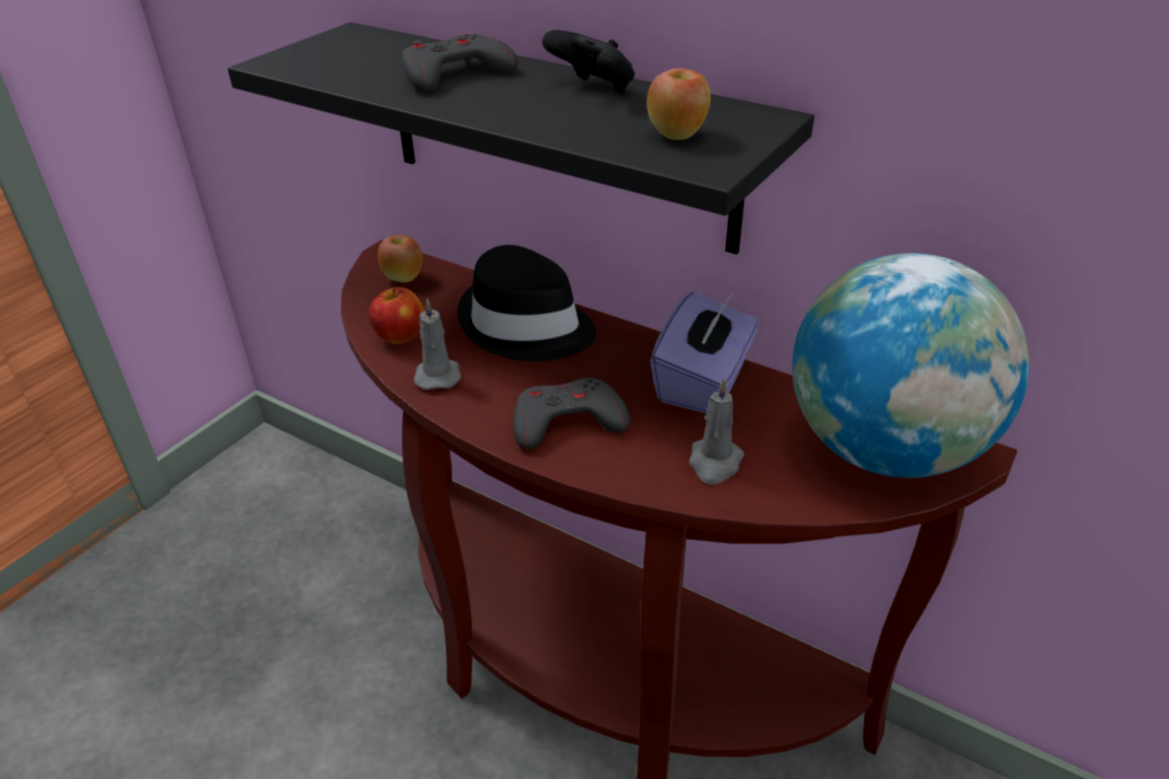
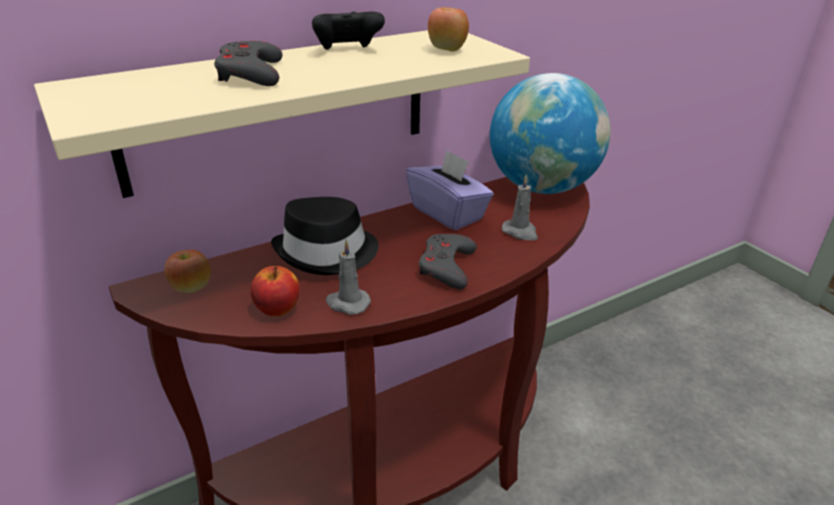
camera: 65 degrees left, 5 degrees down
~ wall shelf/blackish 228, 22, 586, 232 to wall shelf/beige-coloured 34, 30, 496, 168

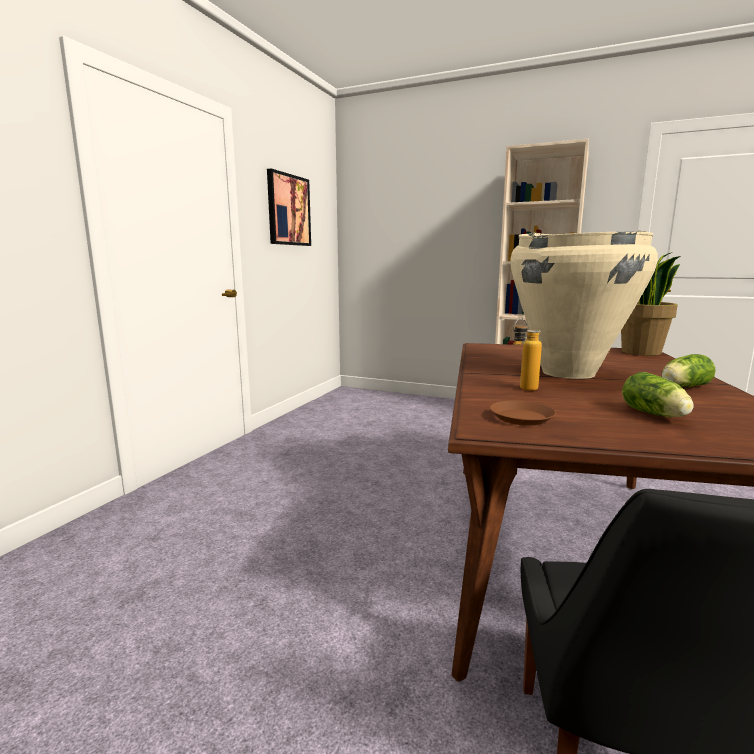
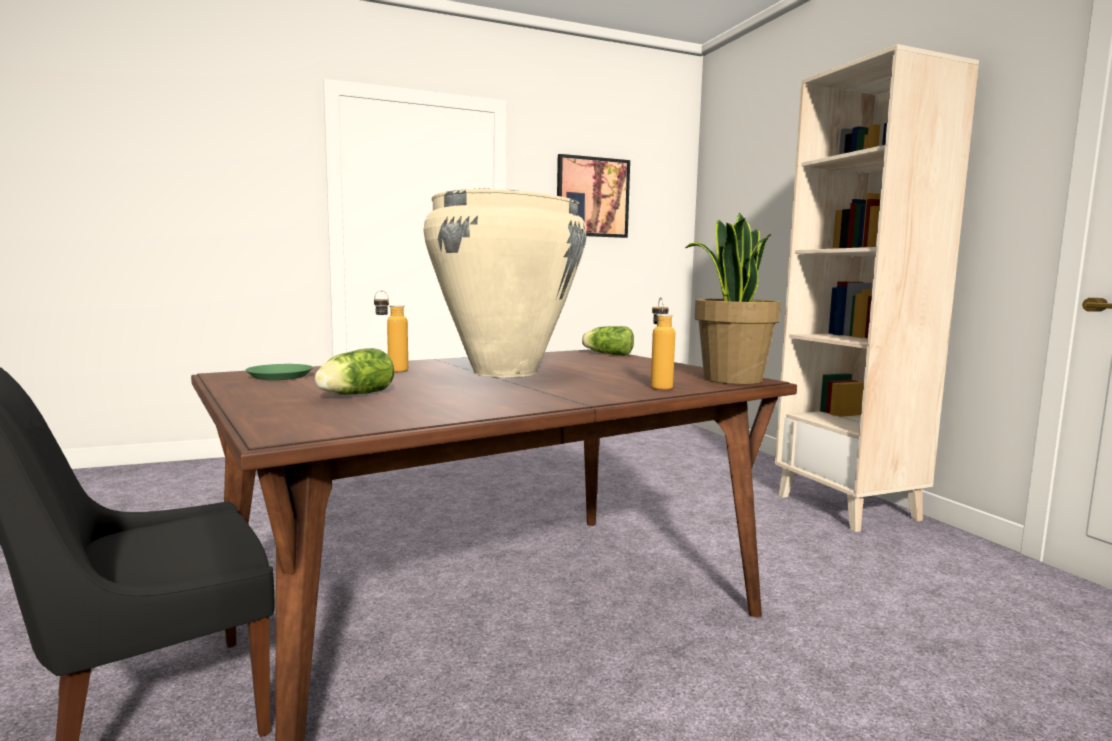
camera: 45 degrees right, 5 degrees down
~ lettuce 662, 354, 54, 33 to 582, 326, 52, 30
~ plate/brownish 490, 401, 66, 24 to plate/green-coloured 245, 364, 68, 16
+ drink bottle 651, 297, 24, 93

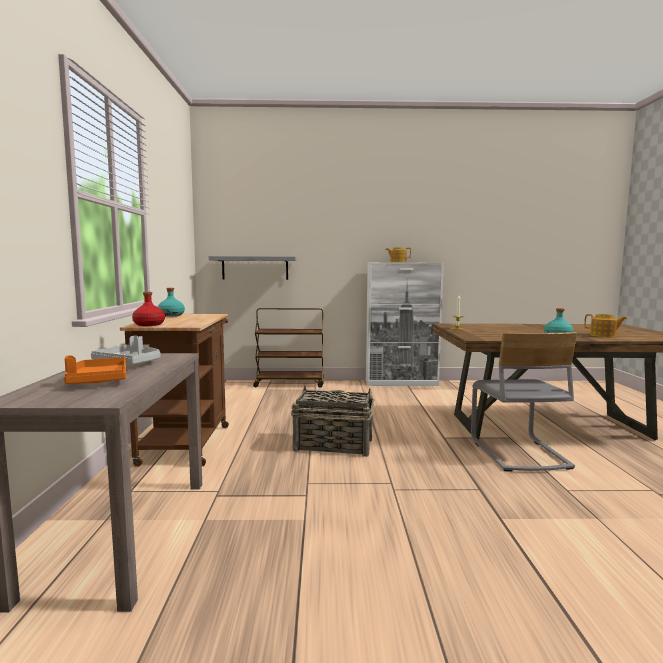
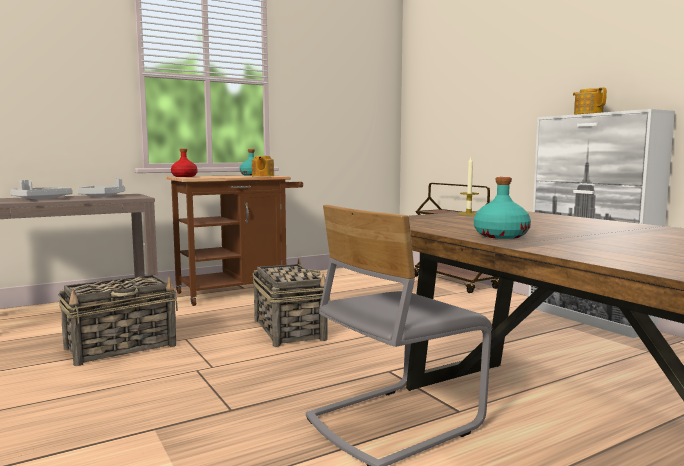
camera: 60 degrees right, 0 degrees up
- wall shelf/grey 209, 256, 88, 24
~ tea pot 584, 314, 43, 24 to 252, 156, 22, 21
~ serving tray/orangey 64, 355, 62, 29 to serving tray/grey 10, 180, 63, 19
+ household basket 58, 275, 120, 91

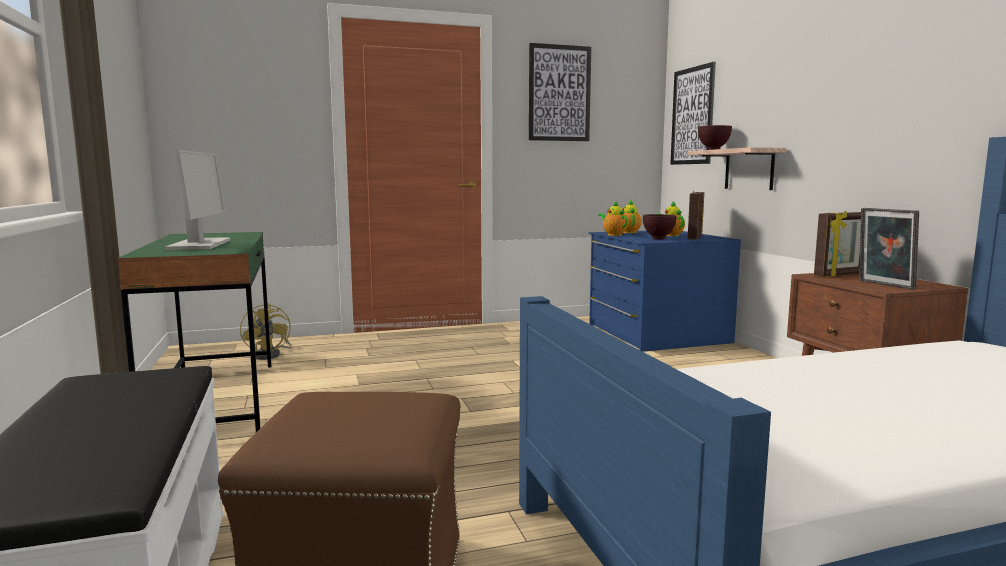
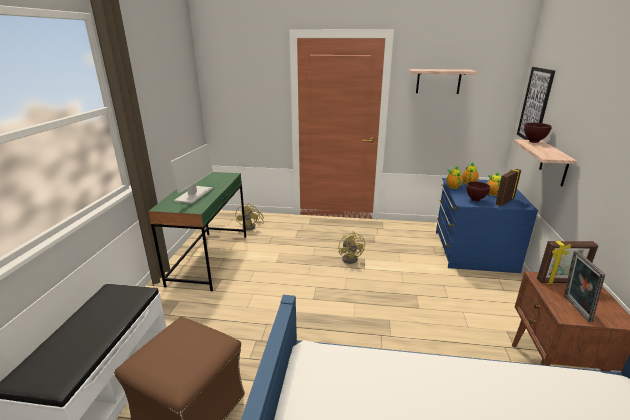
camera: 25 degrees right, 15 degrees up
~ wall art 529, 43, 62, 98 to wall shelf 409, 69, 68, 25
+ electric fan/yellow 338, 232, 27, 32

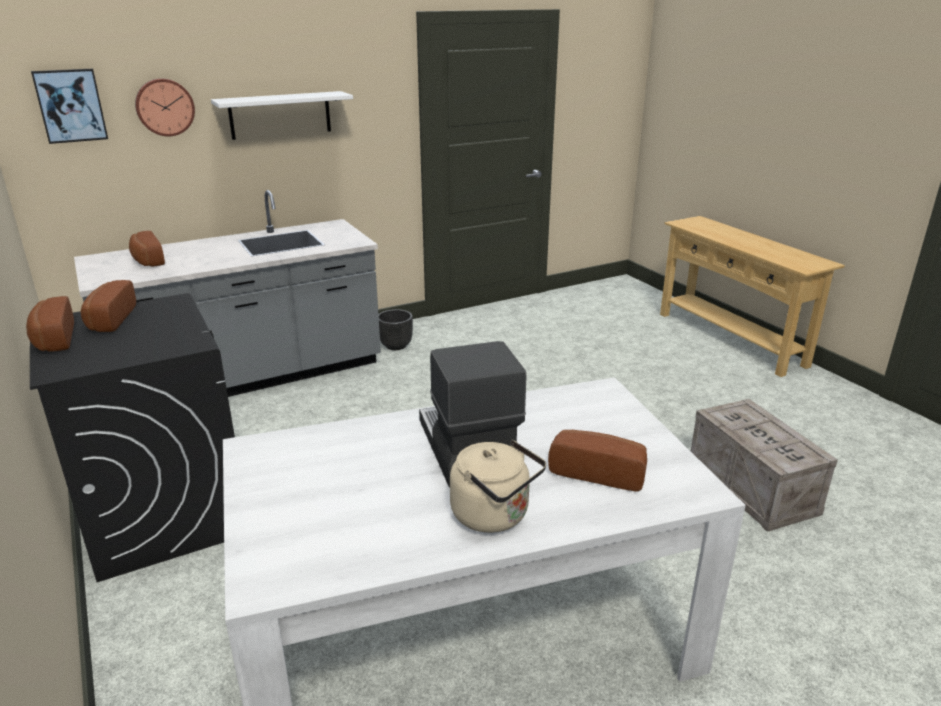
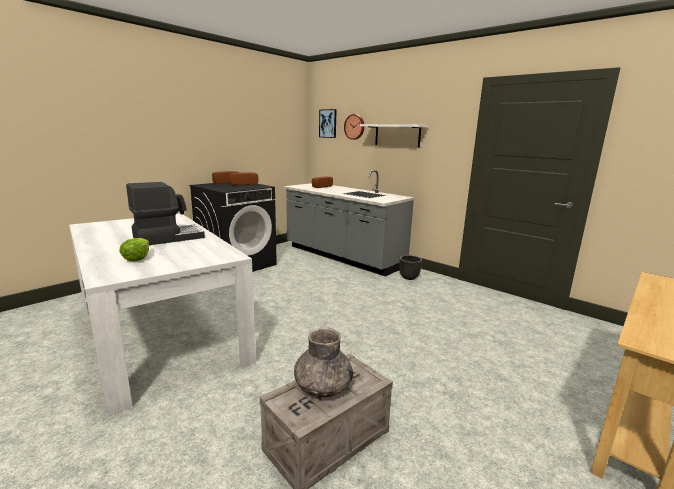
camera: 70 degrees right, 10 degrees down
~ bakery bread 548, 430, 99, 62 to lettuce 119, 238, 30, 23
- water kettle/beige-coloured 450, 440, 96, 93
+ vase/grey 294, 327, 59, 70

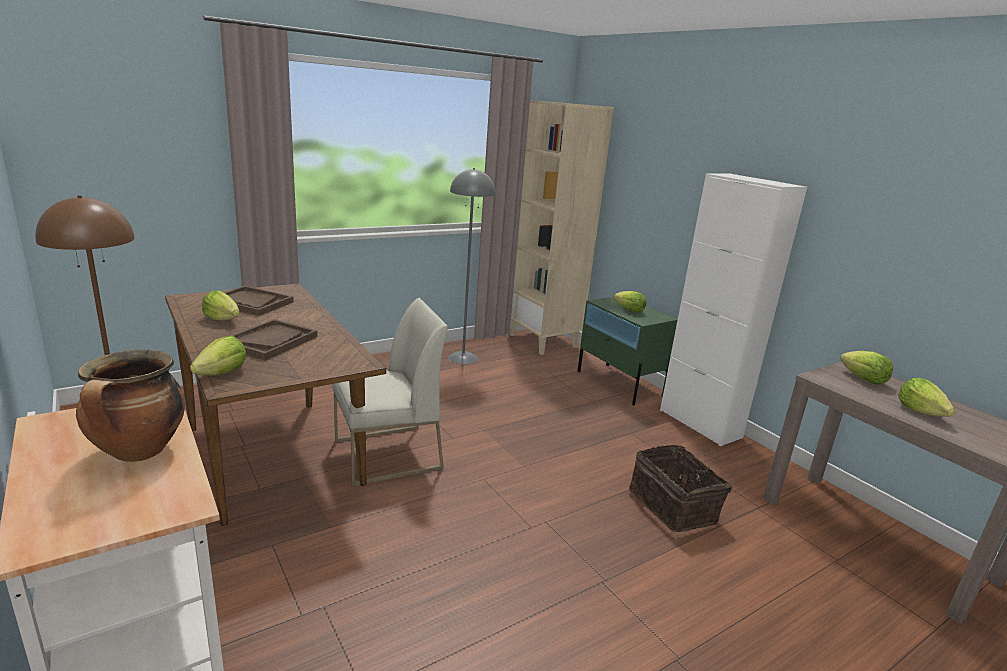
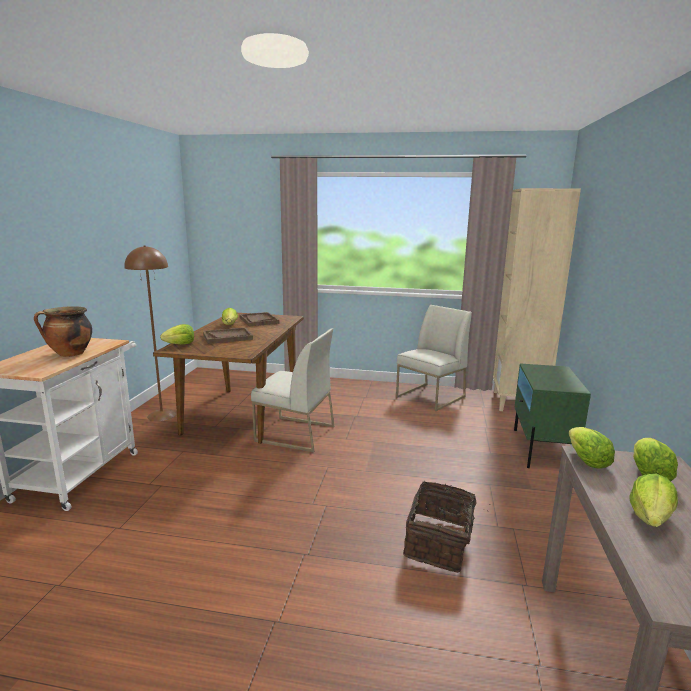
camera: 45 degrees right, 5 degrees down
~ standard lamp/grey 448, 168, 47, 196 to upright chair/white-coloured 396, 305, 76, 106
- cupboard/white-coloured 660, 174, 147, 272
~ lettuce 614, 291, 32, 21 to 568, 427, 47, 42

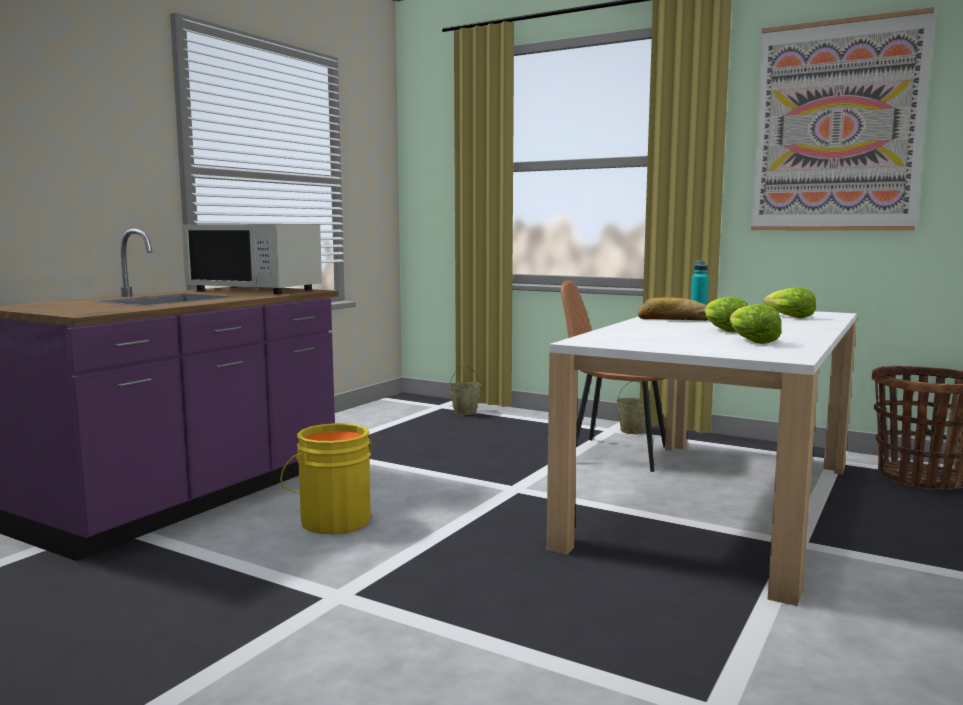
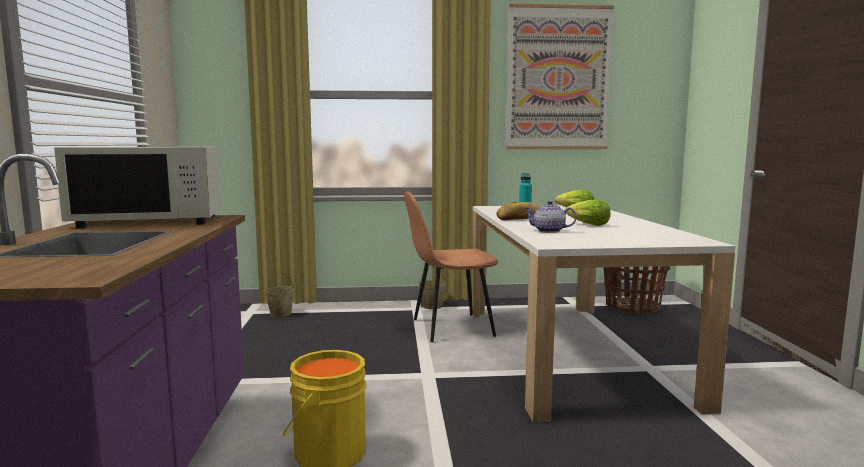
camera: 35 degrees left, 0 degrees up
- lettuce 730, 304, 51, 40
+ tea pot 524, 201, 53, 32

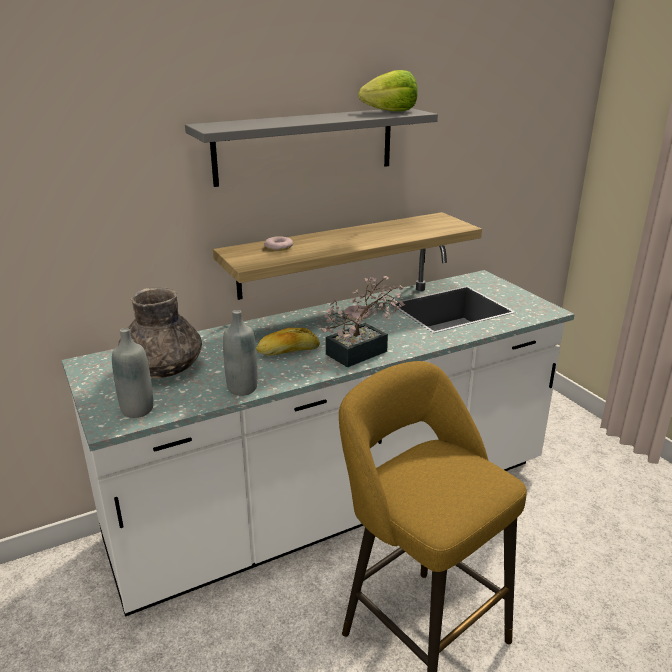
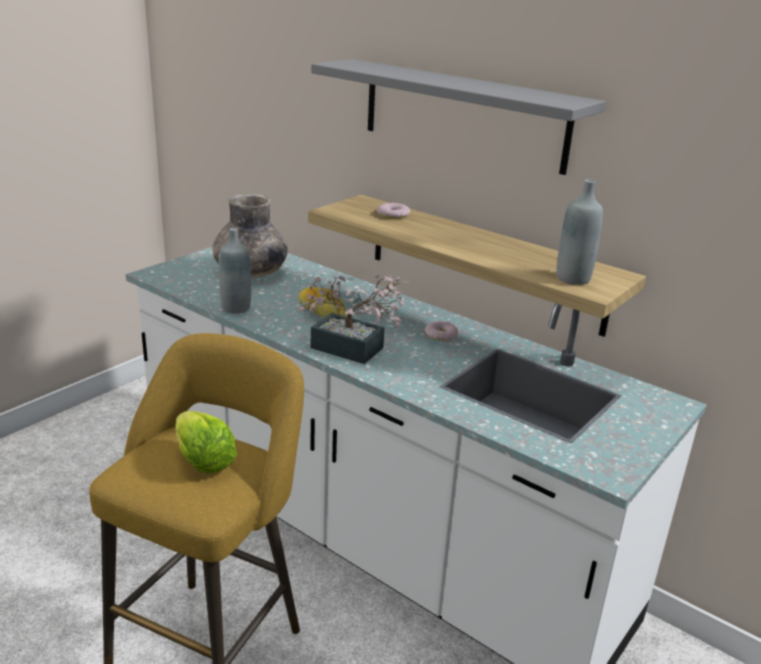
camera: 65 degrees right, 0 degrees up
~ lettuce 358, 70, 60, 41 to 175, 411, 62, 62
~ drink bottle/grey 112, 328, 41, 90 to 557, 179, 46, 106

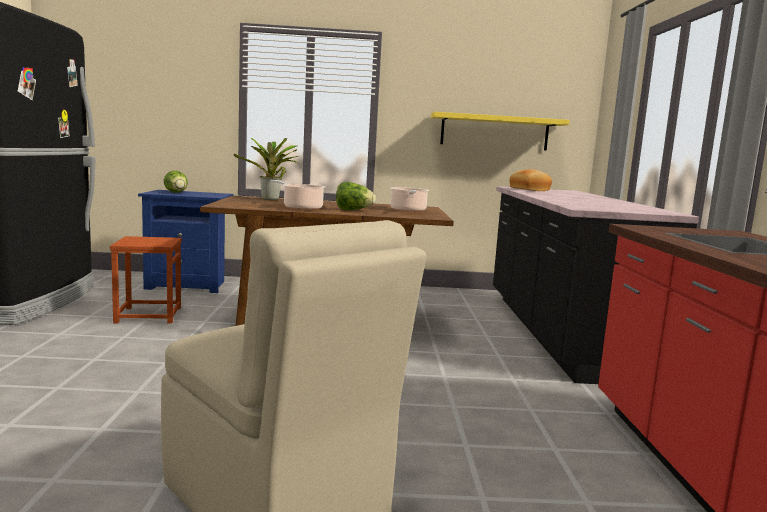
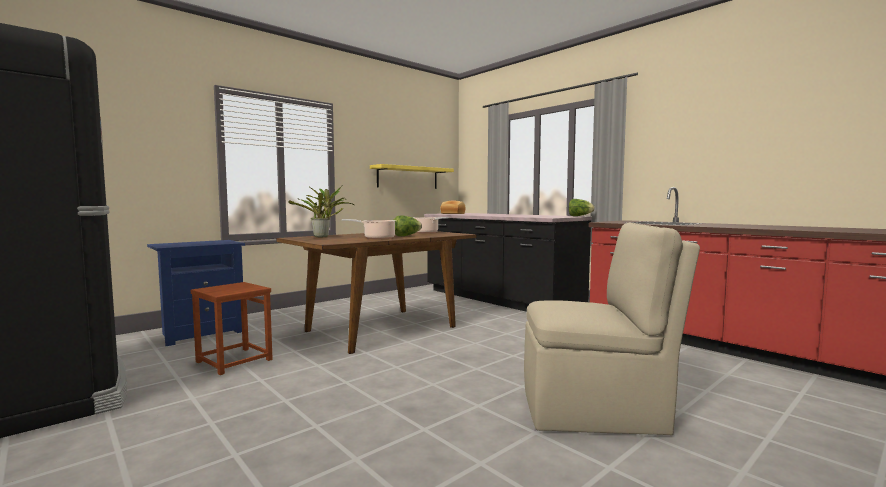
camera: 40 degrees left, 5 degrees down
~ lettuce 164, 171, 24, 22 to 569, 199, 25, 17

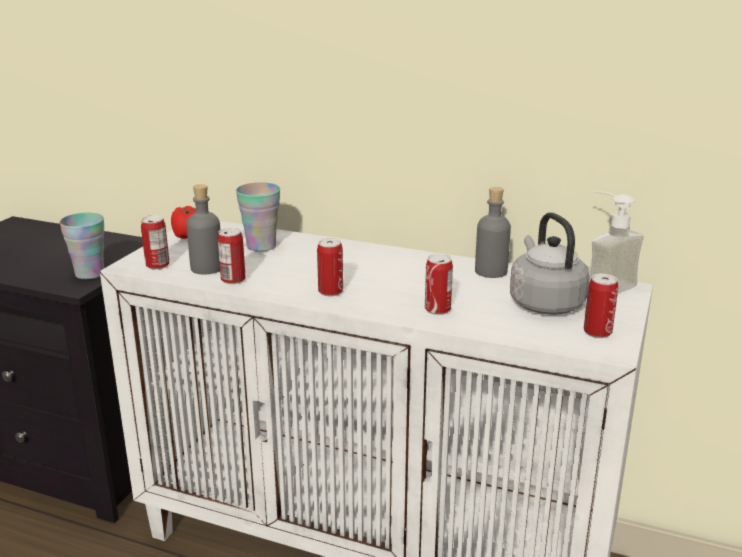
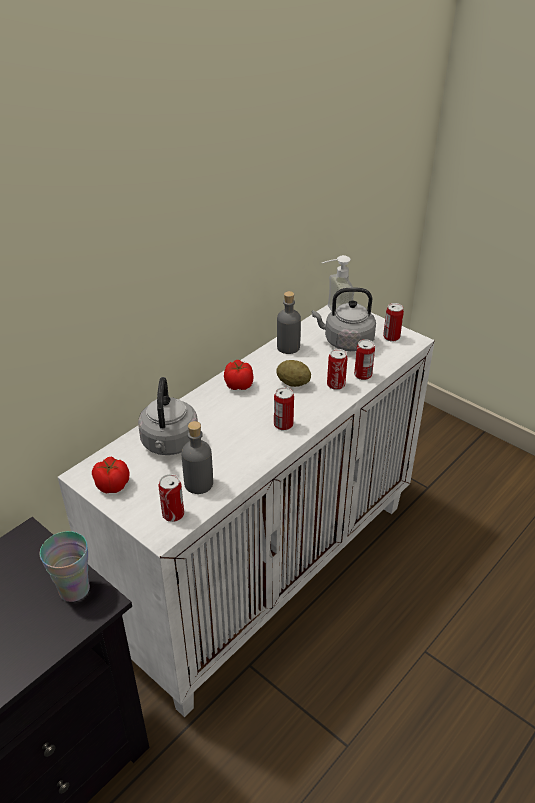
camera: 70 degrees left, 15 degrees up
~ small cup 236, 182, 44, 70 to water kettle/grey 138, 377, 60, 78
~ metal can 218, 228, 28, 56 to 354, 339, 21, 41
+ tomato 224, 360, 30, 30
+ whole potato 276, 360, 35, 27

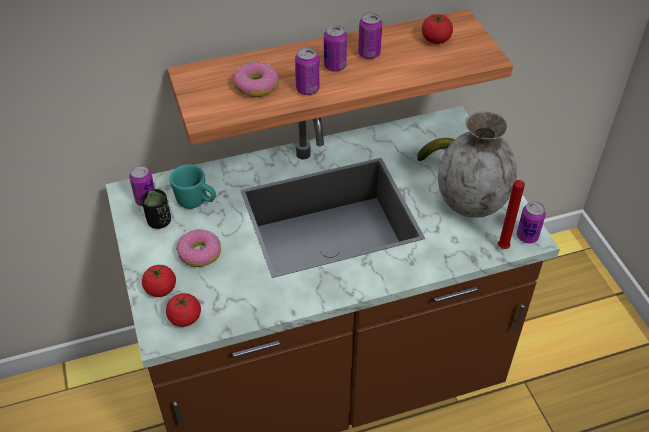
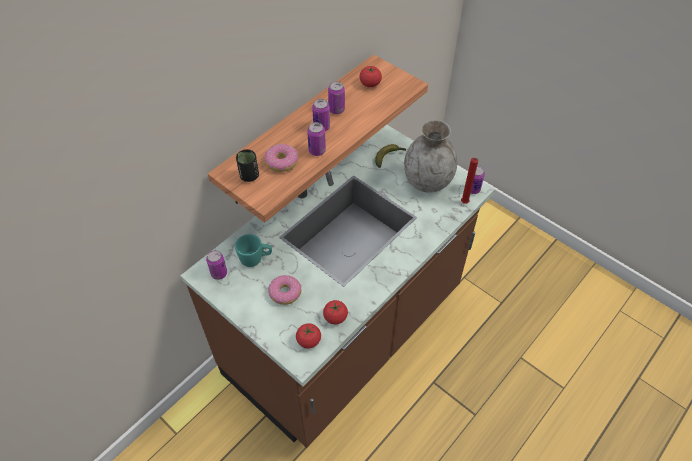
camera: 30 degrees left, 5 degrees up
~ small cup/blackish 141, 189, 30, 40 to 236, 149, 23, 33
~ tomato 142, 265, 34, 32 to 323, 300, 25, 24

